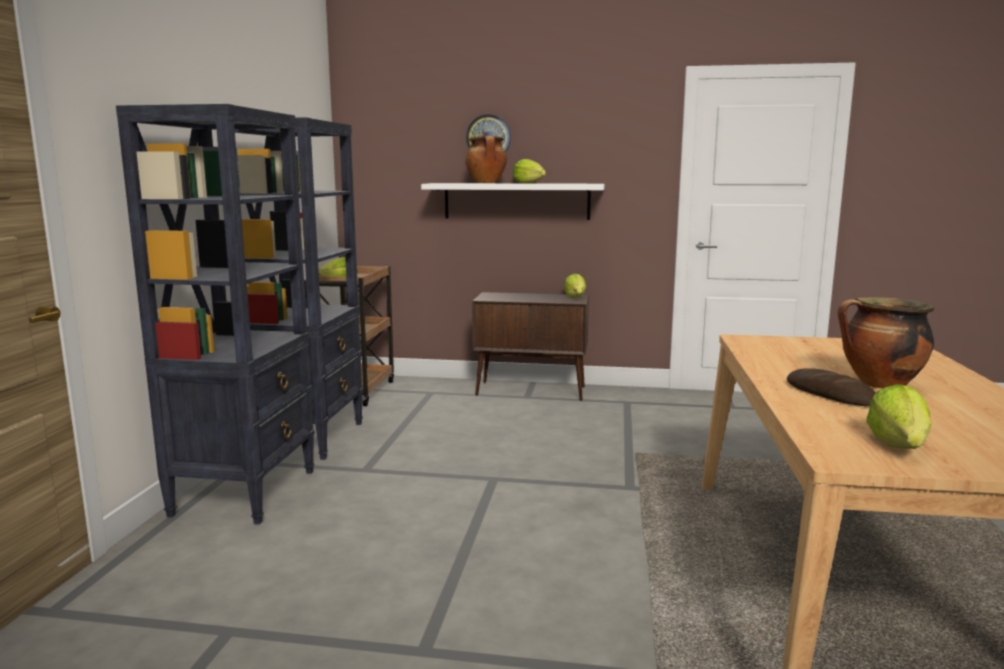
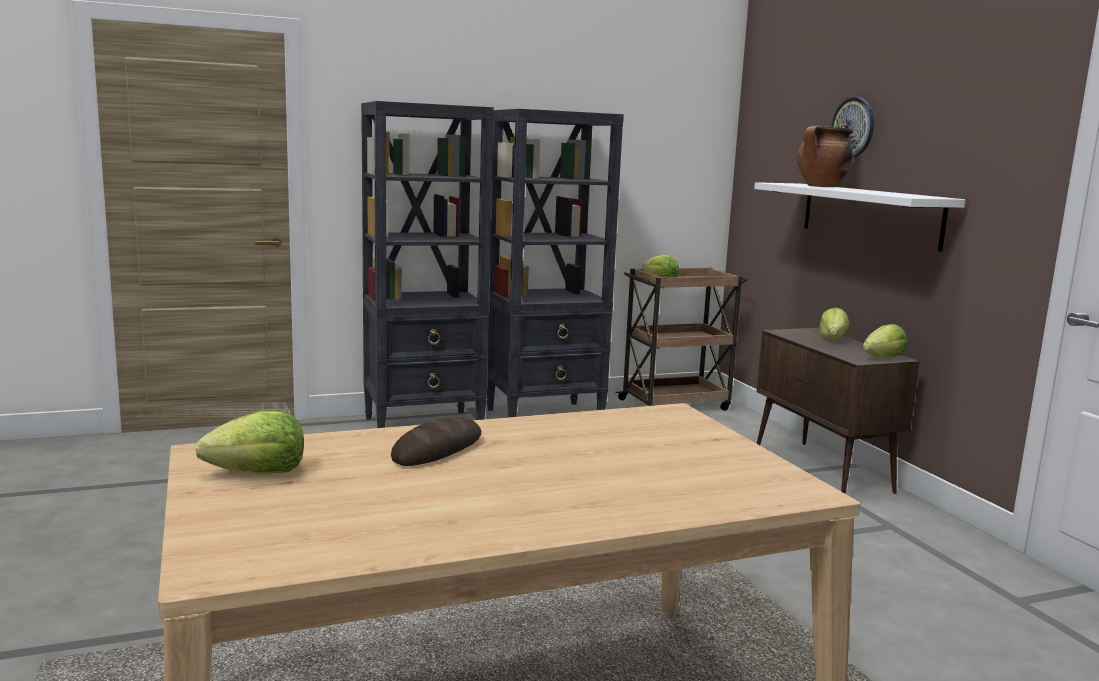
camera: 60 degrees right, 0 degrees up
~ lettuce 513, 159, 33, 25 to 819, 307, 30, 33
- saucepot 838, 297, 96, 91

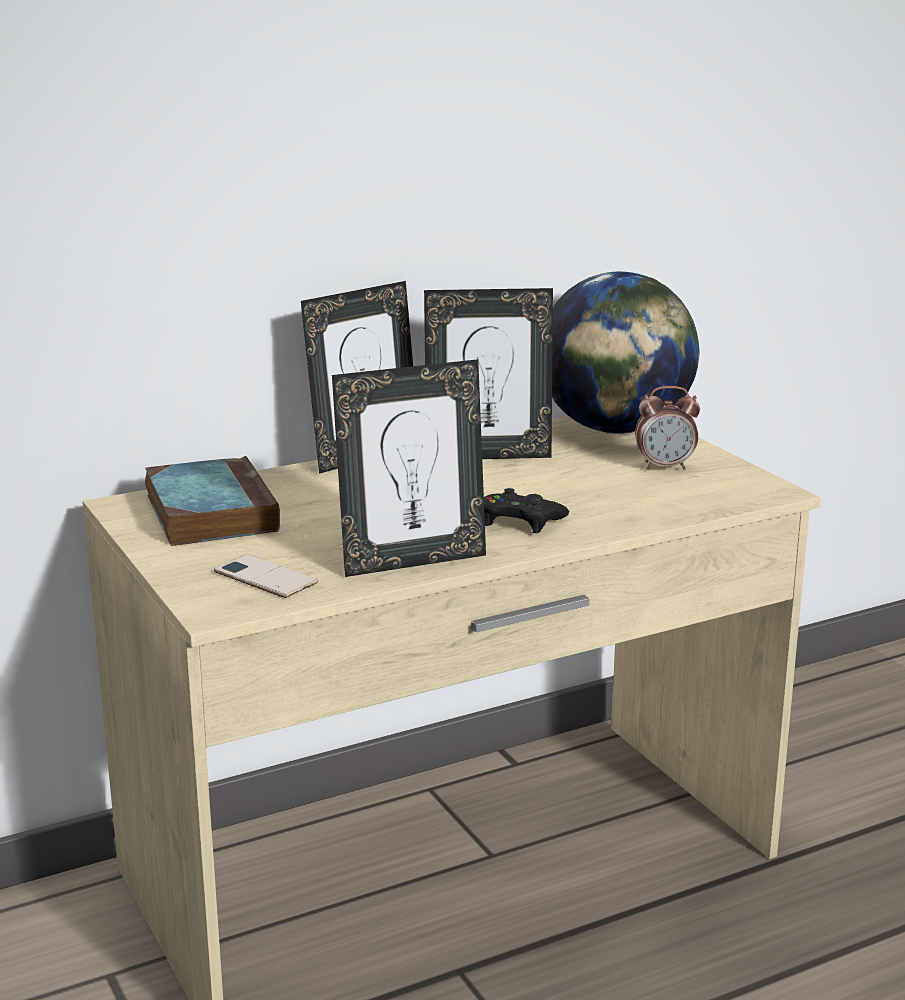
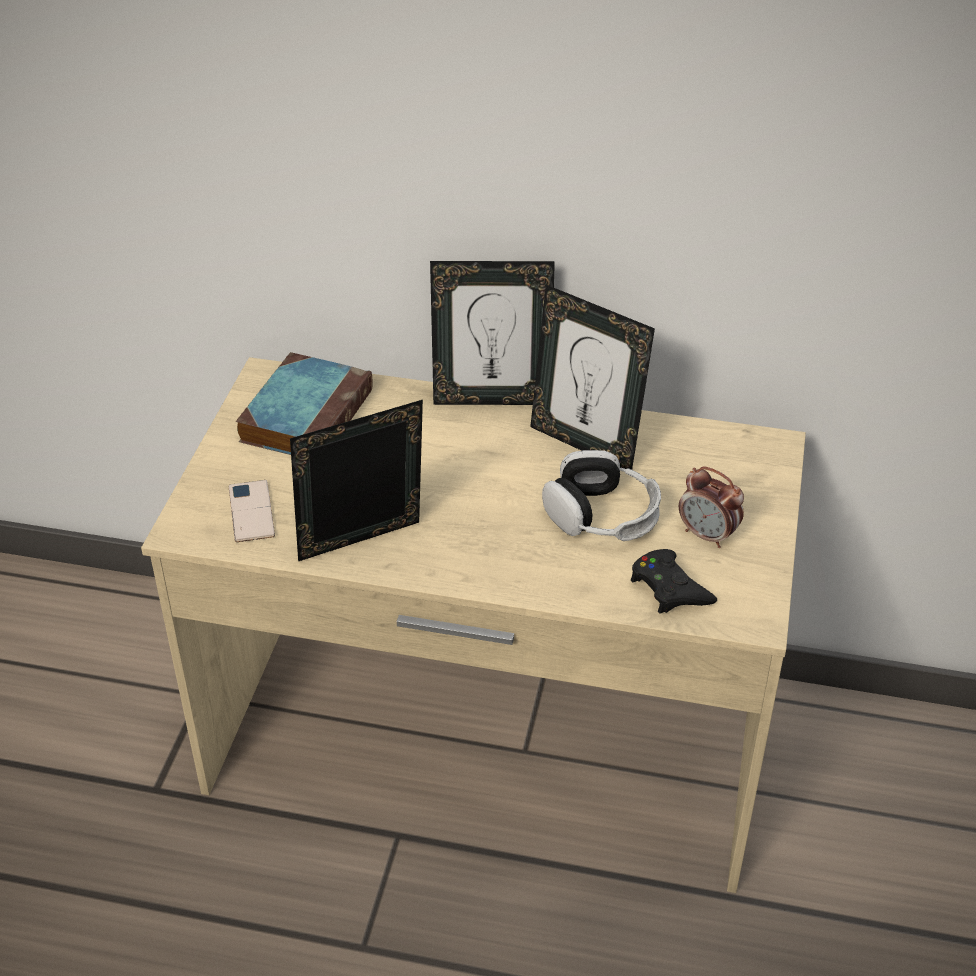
camera: 40 degrees right, 20 degrees up
- world globe 552, 271, 147, 163
~ picture frame 332, 359, 154, 218 = 290, 400, 133, 161 135 degrees clockwise
~ game controller/blackish 484, 488, 86, 45 to 631, 549, 86, 65
+ pair of headphones 542, 450, 119, 91

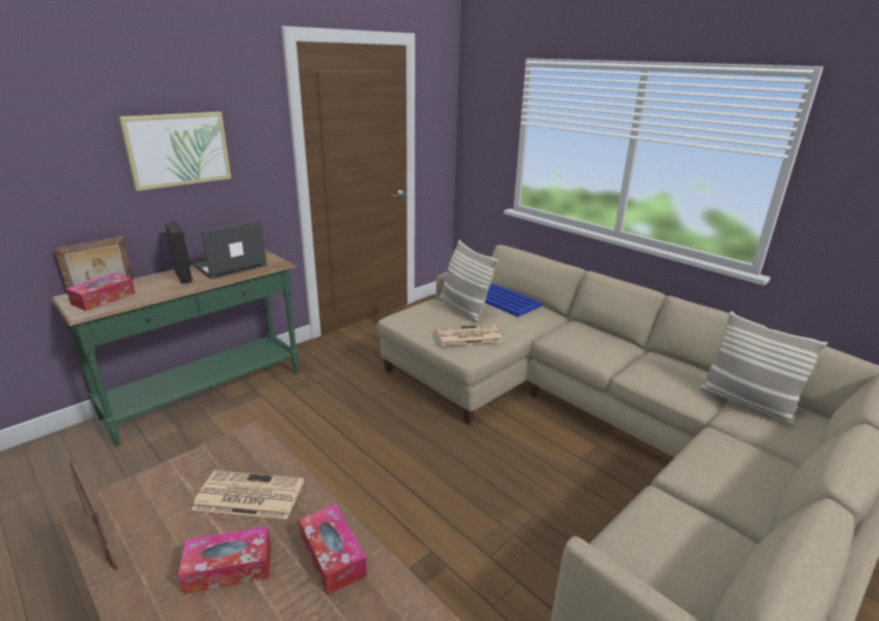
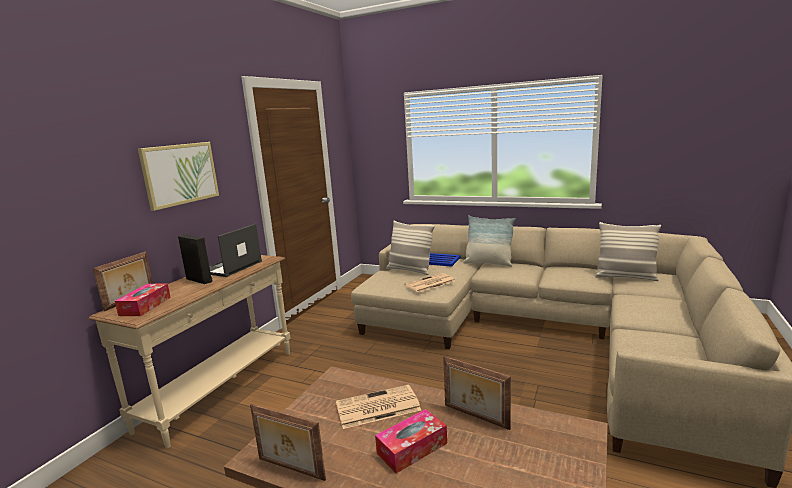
camera: 20 degrees left, 10 degrees down
~ narrow table/green-coloured 51, 249, 248, 197 to narrow table/beige-coloured 89, 255, 201, 193
~ box of tissues 299, 504, 68, 91 to picture frame 443, 356, 68, 74
+ throw pillow 463, 215, 53, 52

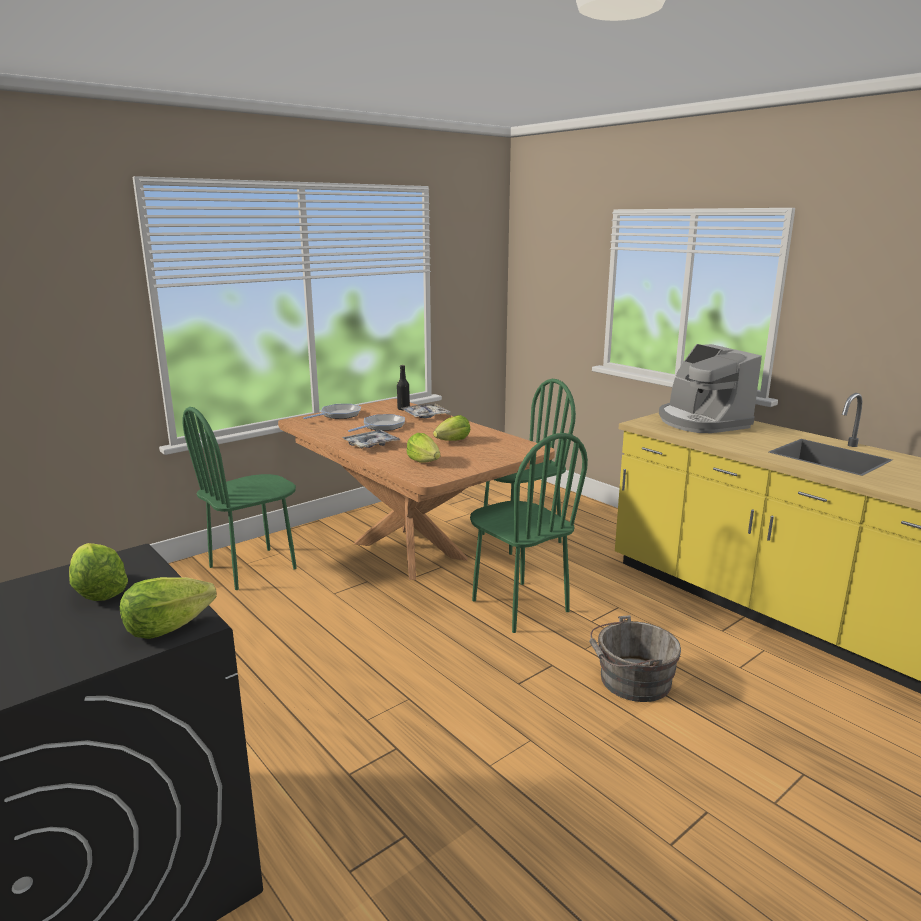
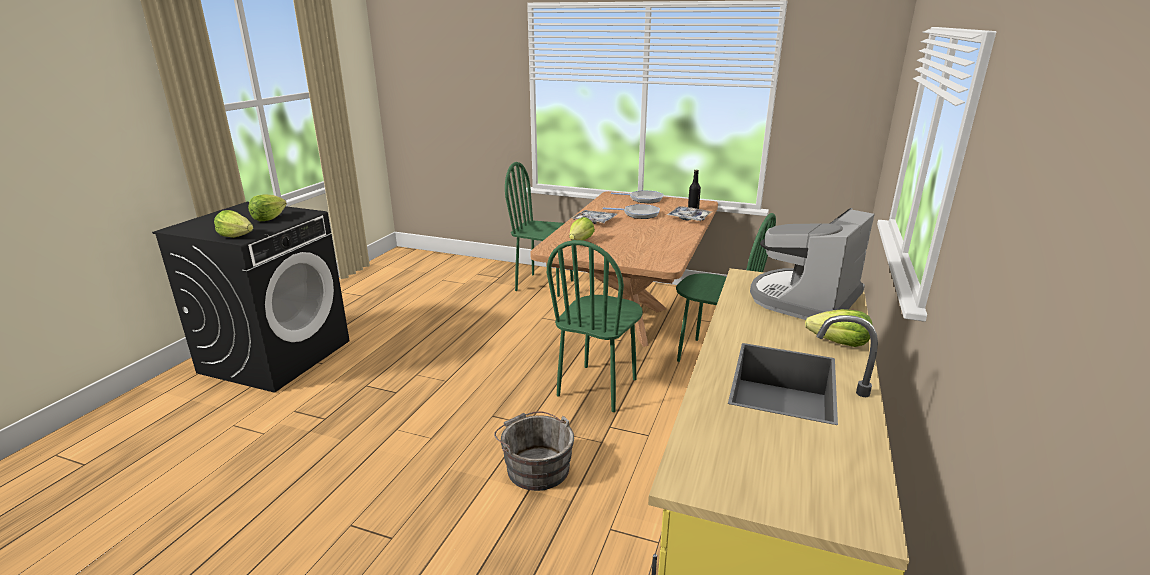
camera: 60 degrees right, 5 degrees up
~ lettuce 433, 415, 38, 26 to 805, 309, 68, 38

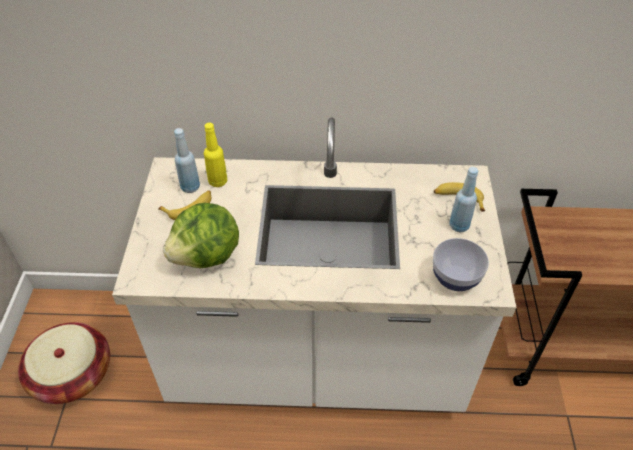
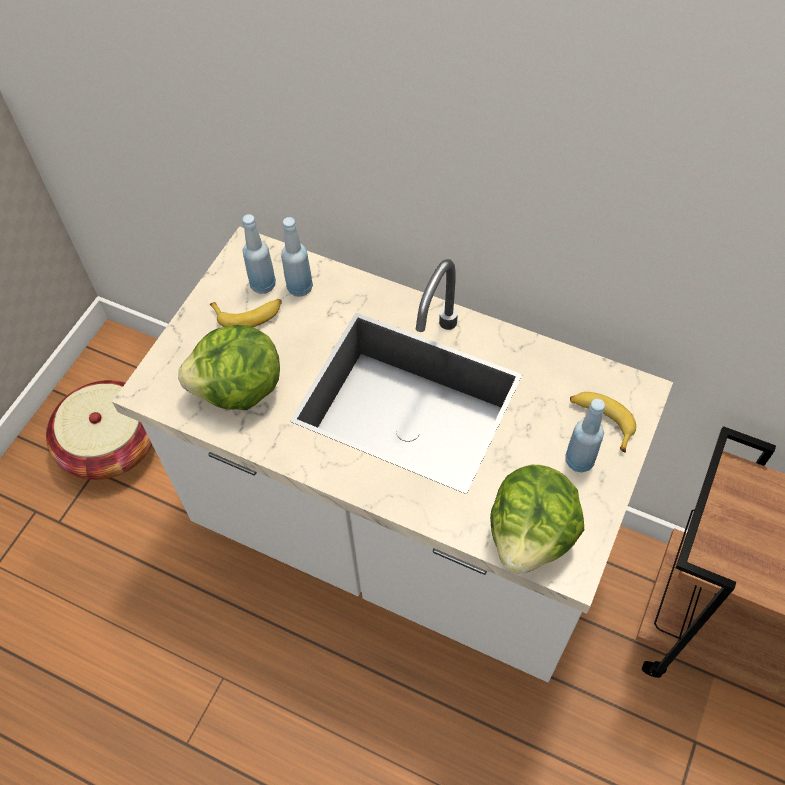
camera: 25 degrees right, 10 degrees up
~ drink bottle/yellow 204, 123, 23, 64 to drink bottle/blue 281, 217, 32, 80
~ deep dish 433, 238, 56, 53 to lettuce 490, 465, 94, 109

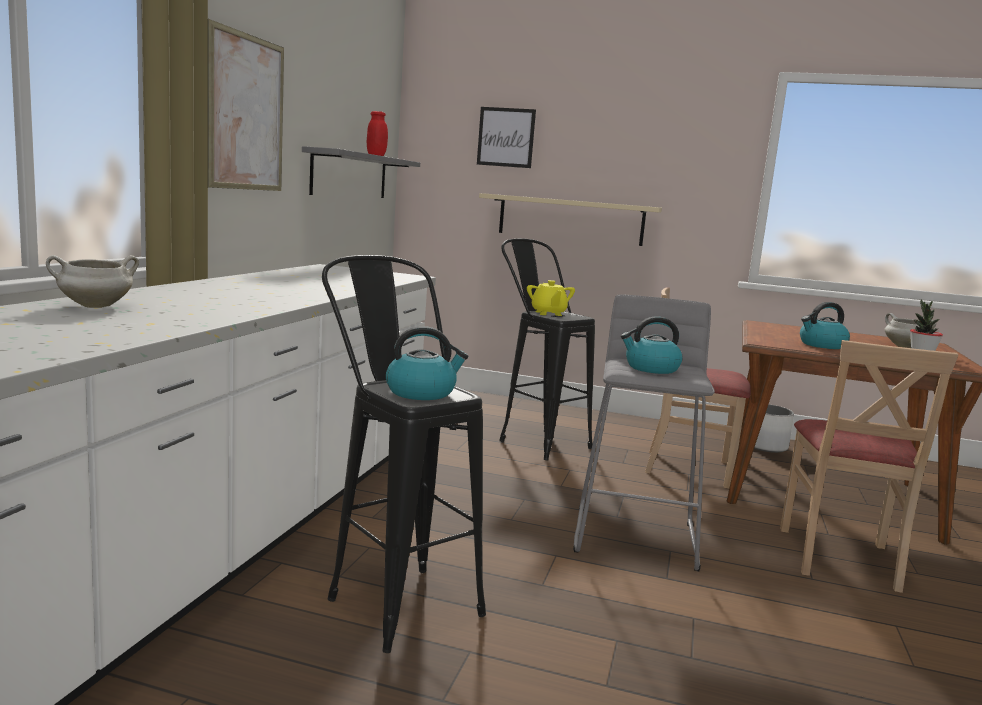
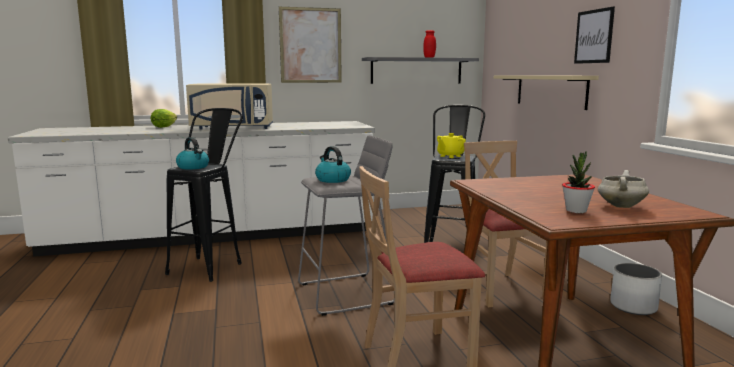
camera: 60 degrees right, 0 degrees up
~ wall art 477, 107, 59, 61 to 574, 6, 41, 58
~ saucepot/white-coloured 46, 255, 93, 53 to lettuce 151, 109, 26, 19
- water kettle 800, 302, 50, 47
+ kitchen microwave/beige-coloured 186, 83, 87, 46

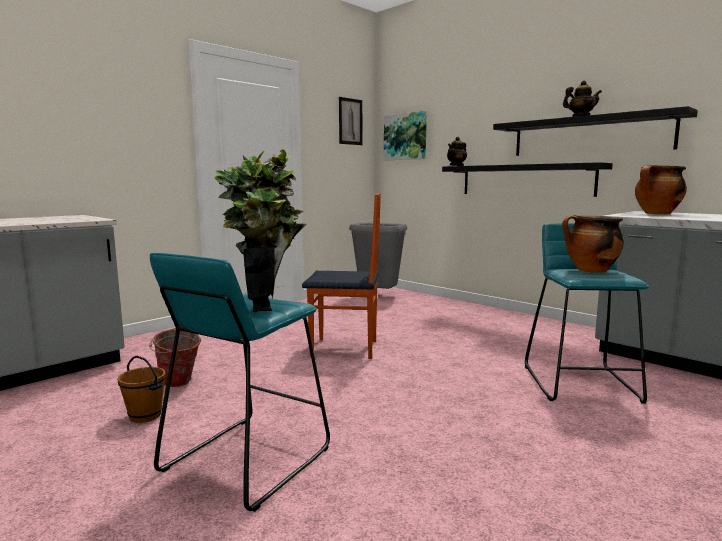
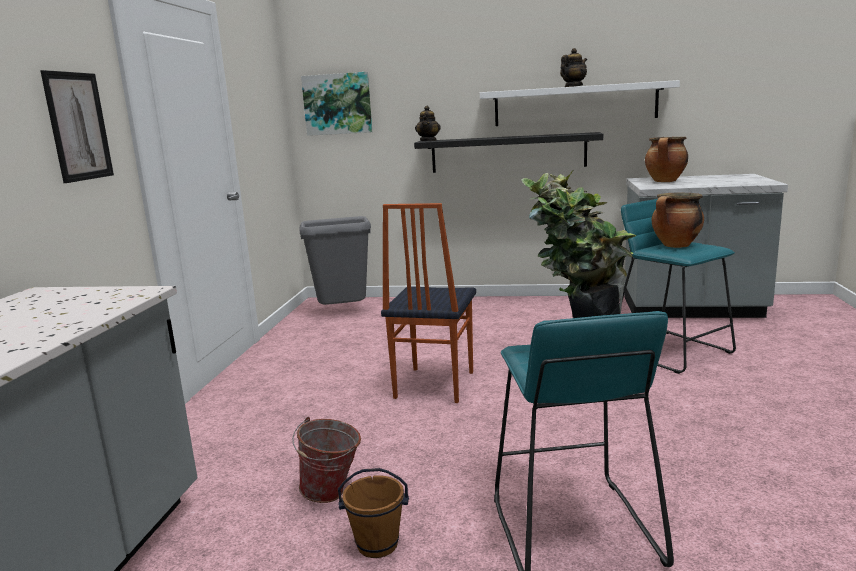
camera: 35 degrees left, 5 degrees up
~ wall art 339, 97, 23, 48 to 40, 70, 74, 113
~ wall shelf/blackish 493, 106, 205, 50 to wall shelf/white-coloured 480, 80, 200, 46
~ upright chair 302, 193, 79, 166 = 381, 203, 95, 200 135 degrees clockwise

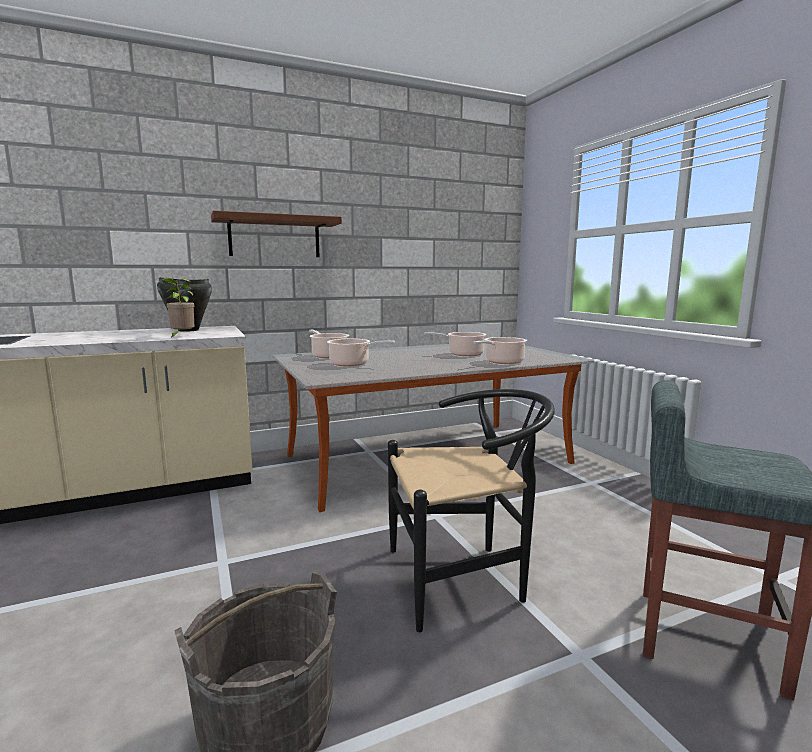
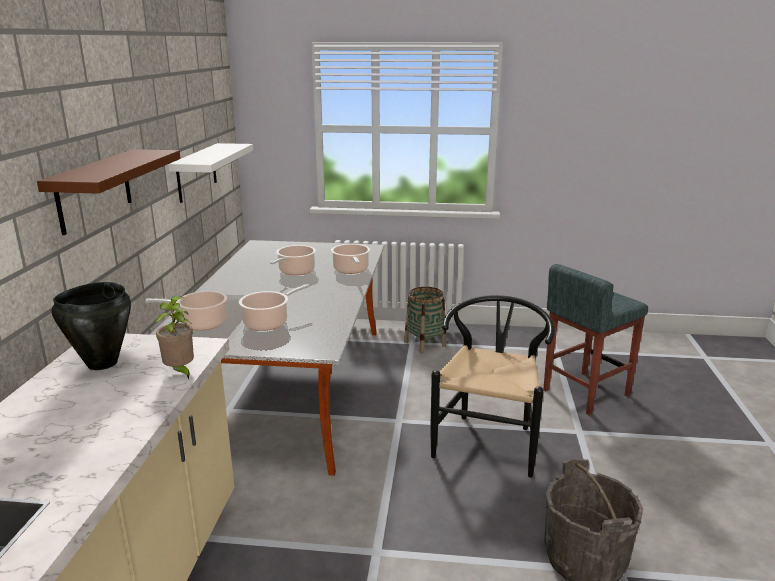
camera: 60 degrees left, 10 degrees up
+ wall shelf/white-coloured 168, 143, 85, 60
+ household basket 404, 287, 43, 67

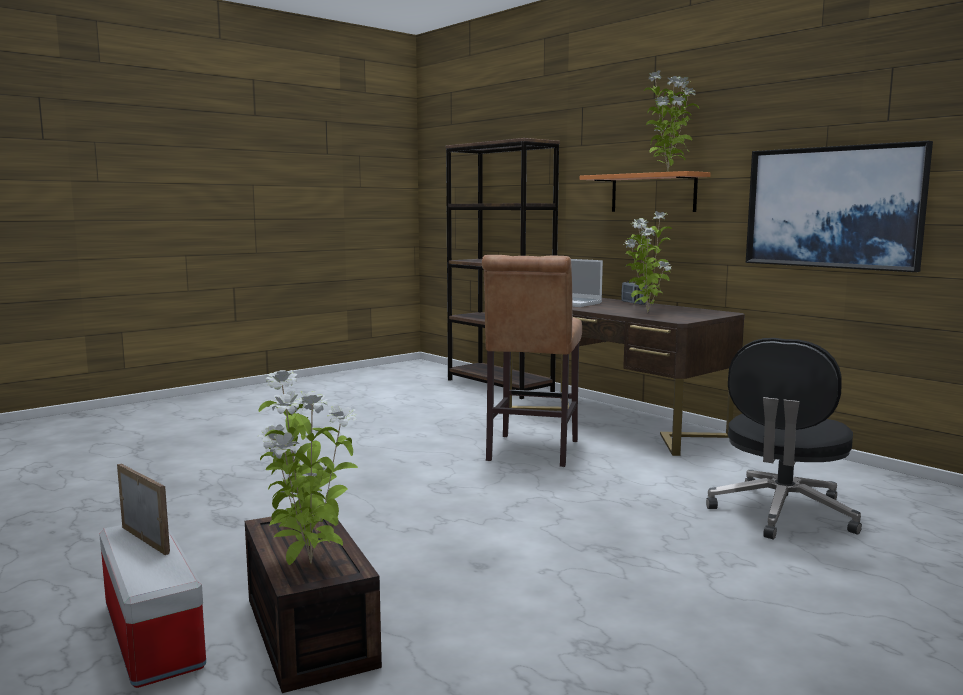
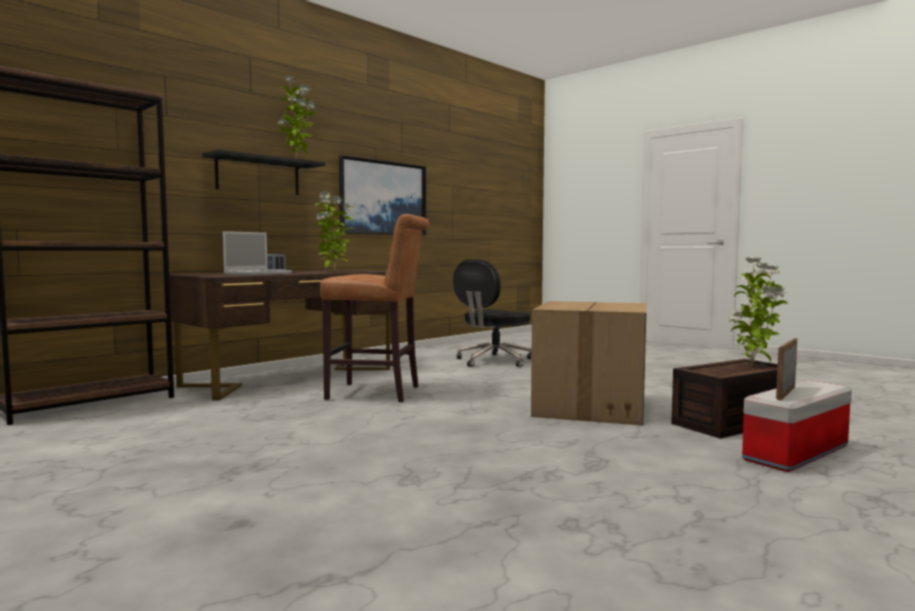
camera: 95 degrees left, 5 degrees down
~ wall shelf/orangey 580, 171, 131, 41 to wall shelf/blackish 202, 149, 123, 46
~ office chair/blackish 706, 338, 156, 202 = 453, 260, 79, 108 105 degrees clockwise
+ cardboard box 531, 301, 115, 125

